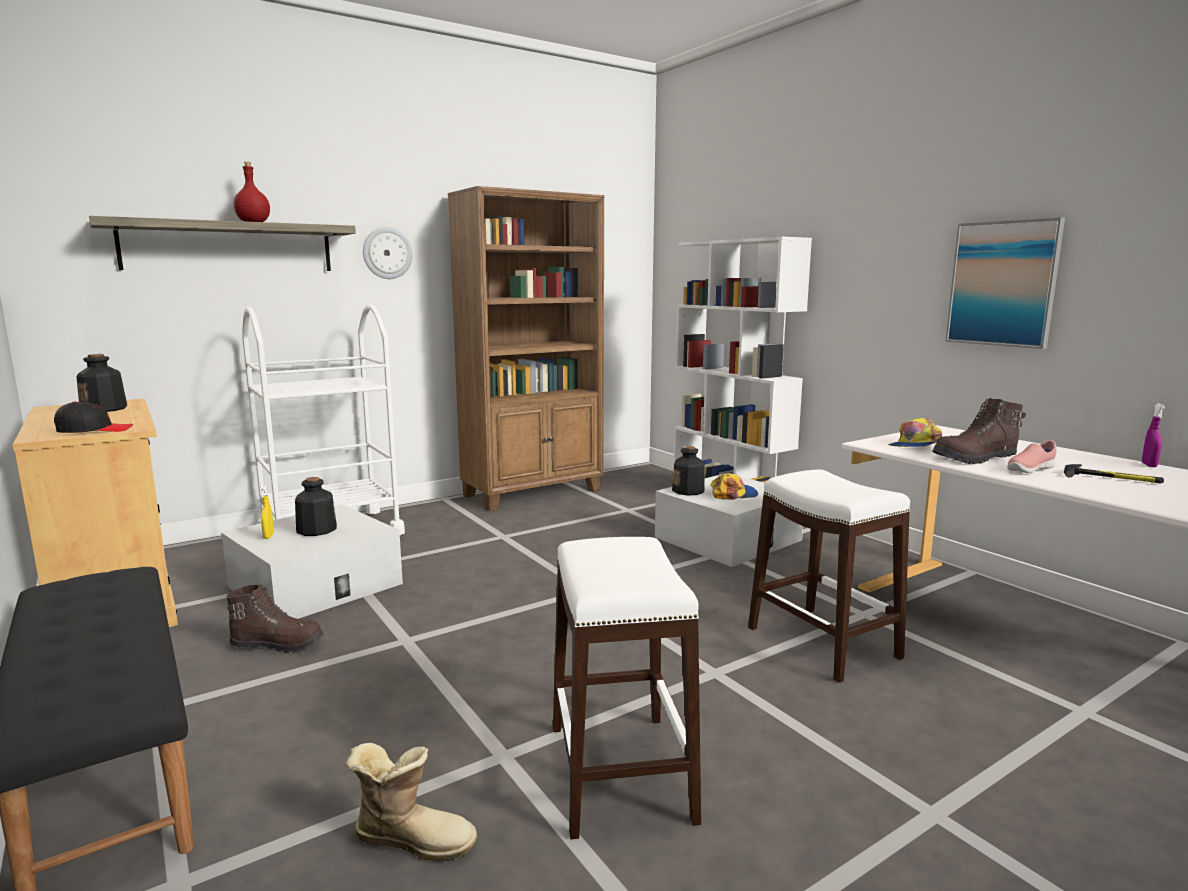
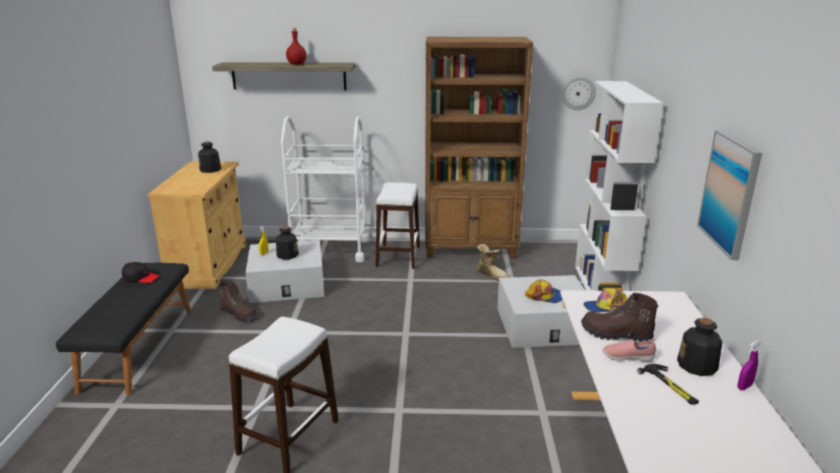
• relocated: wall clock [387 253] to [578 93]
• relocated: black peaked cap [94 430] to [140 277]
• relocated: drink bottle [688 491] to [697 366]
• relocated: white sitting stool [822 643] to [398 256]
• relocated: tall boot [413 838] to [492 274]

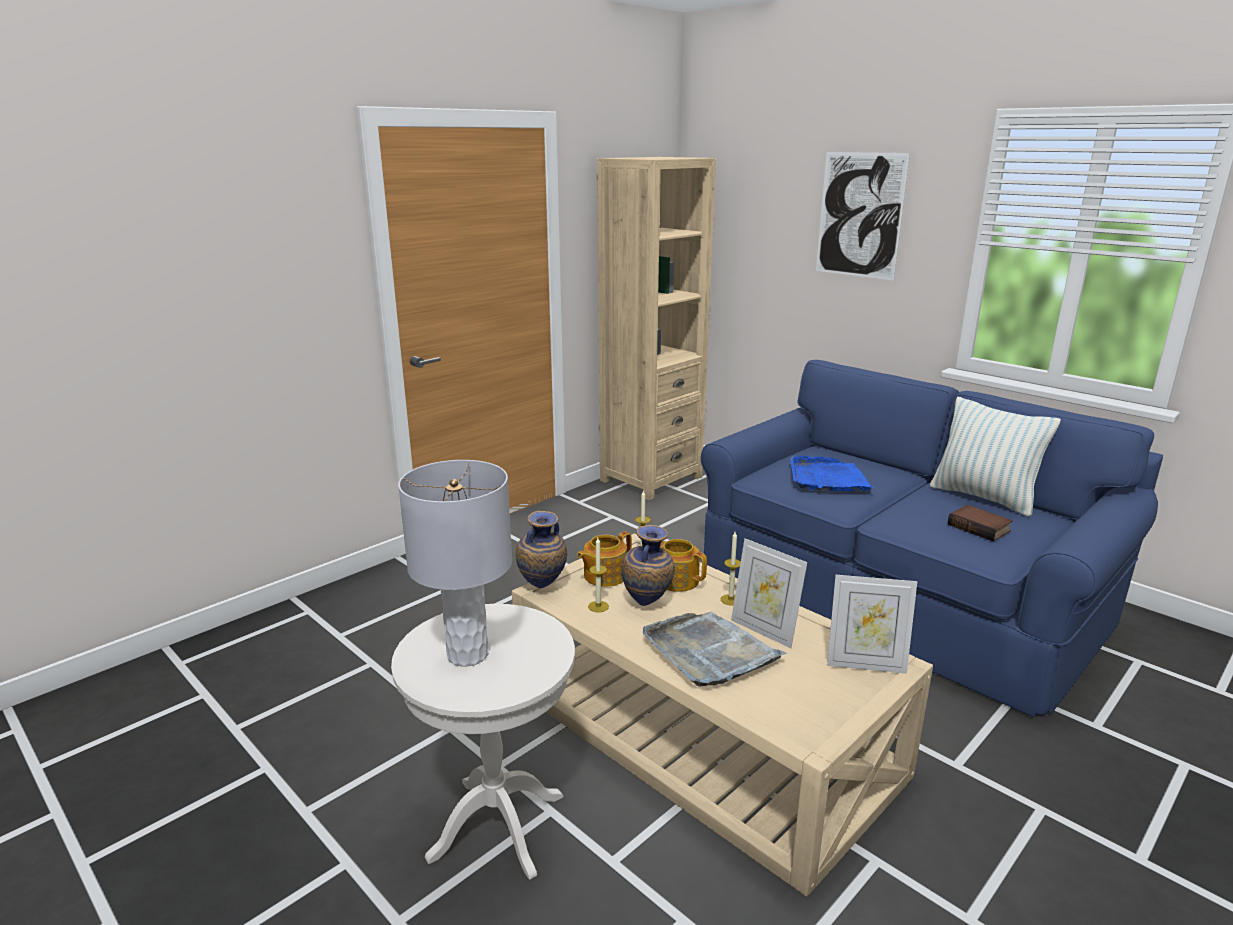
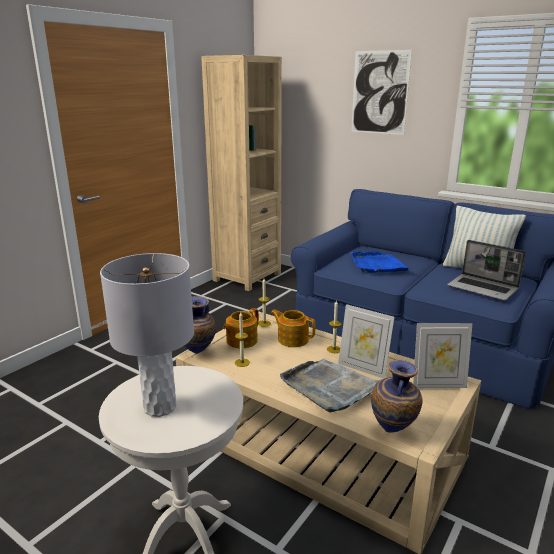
• exchanged: bound book [980 527] to laptop [483 288]
• relocated: flower vase [647 606] to [393 432]

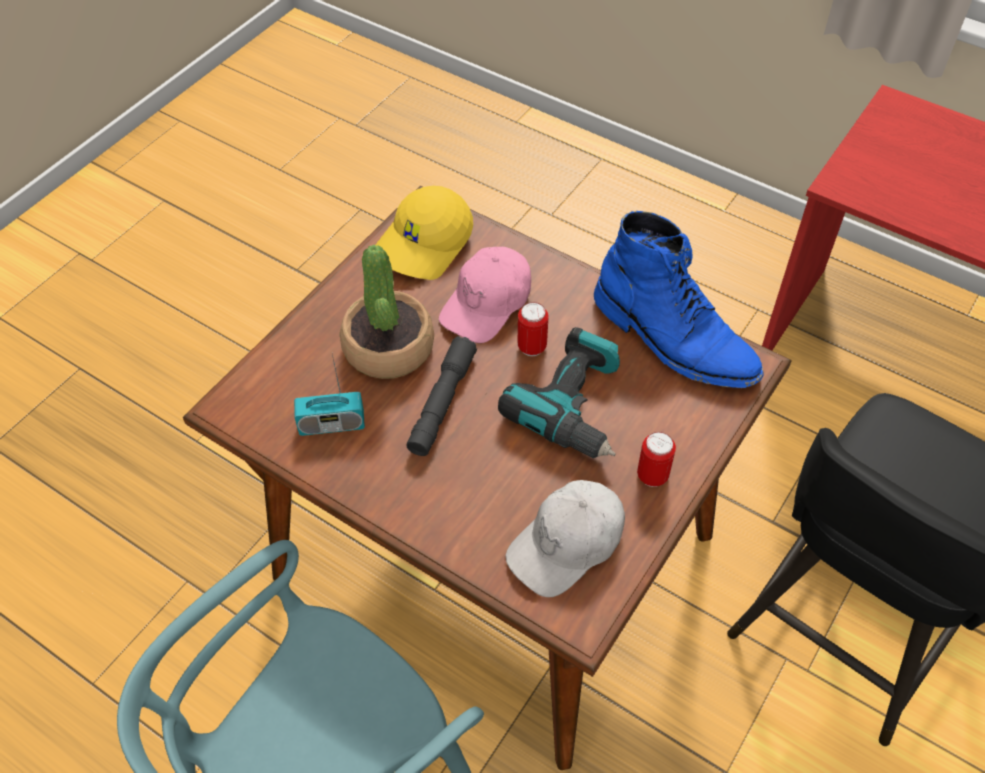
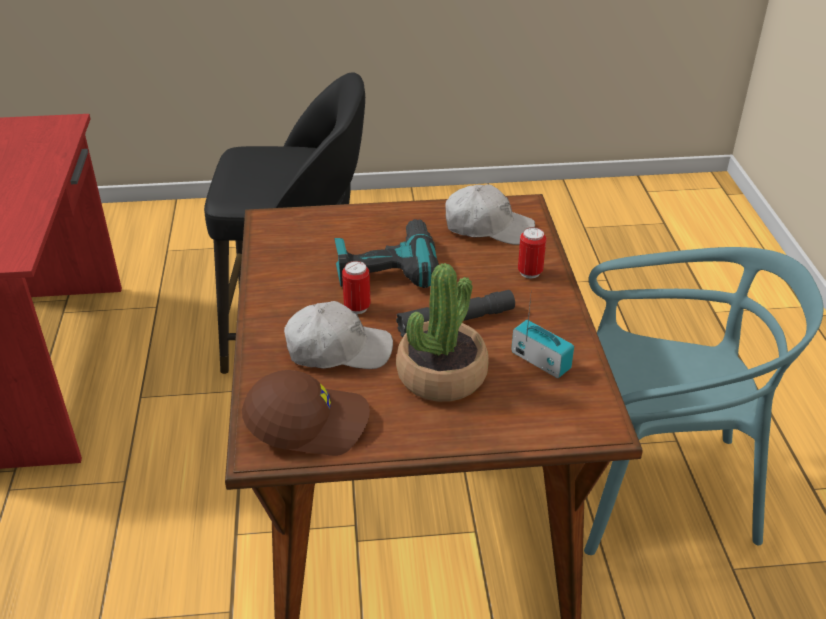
• colour: yellow peaked cap [425 245] to brown-coloured peaked cap [308 422]
• missing: blue-coloured tall boot [674 339]
• colour: pink-coloured peaked cap [487 303] to white peaked cap [338 350]
• relocated: sealed can [652 476] to [530 272]

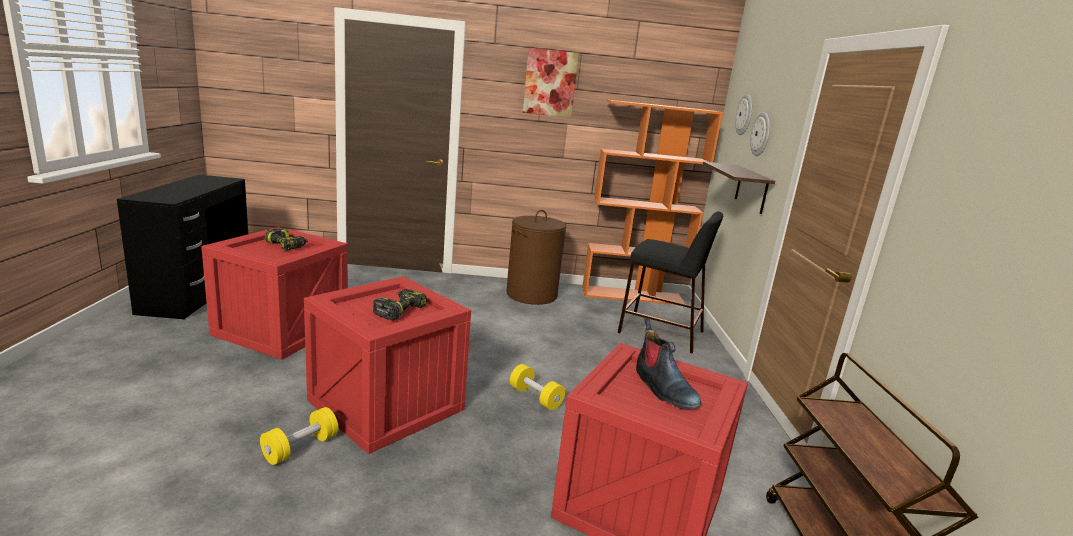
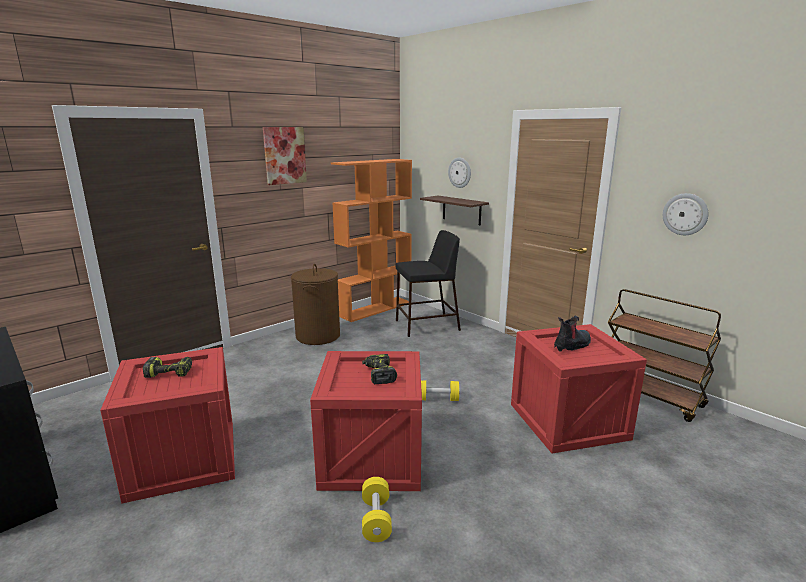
• relocated: wall clock [744 114] to [685 214]
• spun: tall boot [663 389] = [572 345] 60 degrees counterclockwise

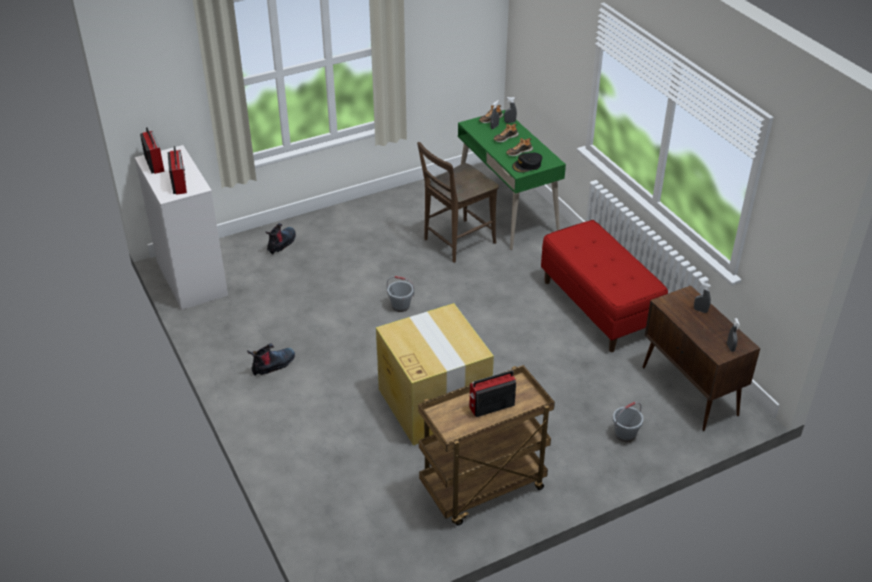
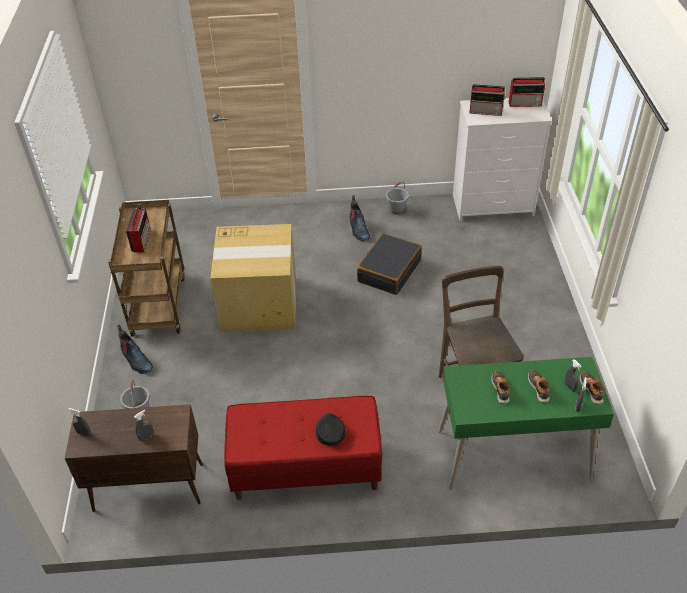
• relocated: black peaked cap [527 165] to [330 431]
• relocated: tall boot [282 244] to [136 360]
• relocated: greyish pail [401 306] to [396 210]
• appeared: black piece of luggage [389 271]

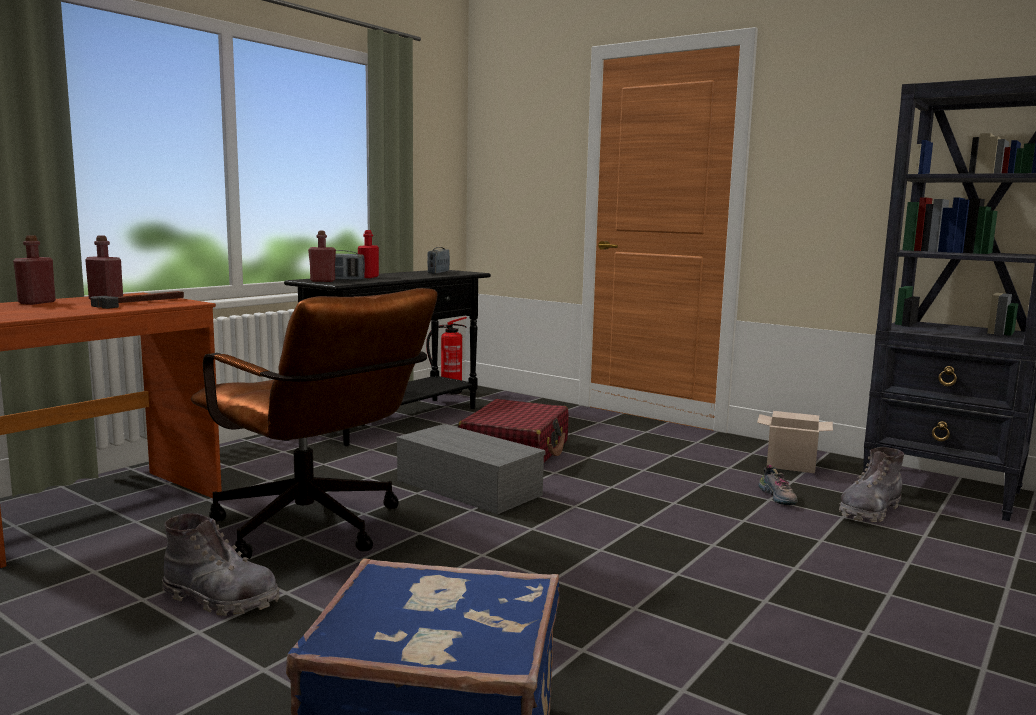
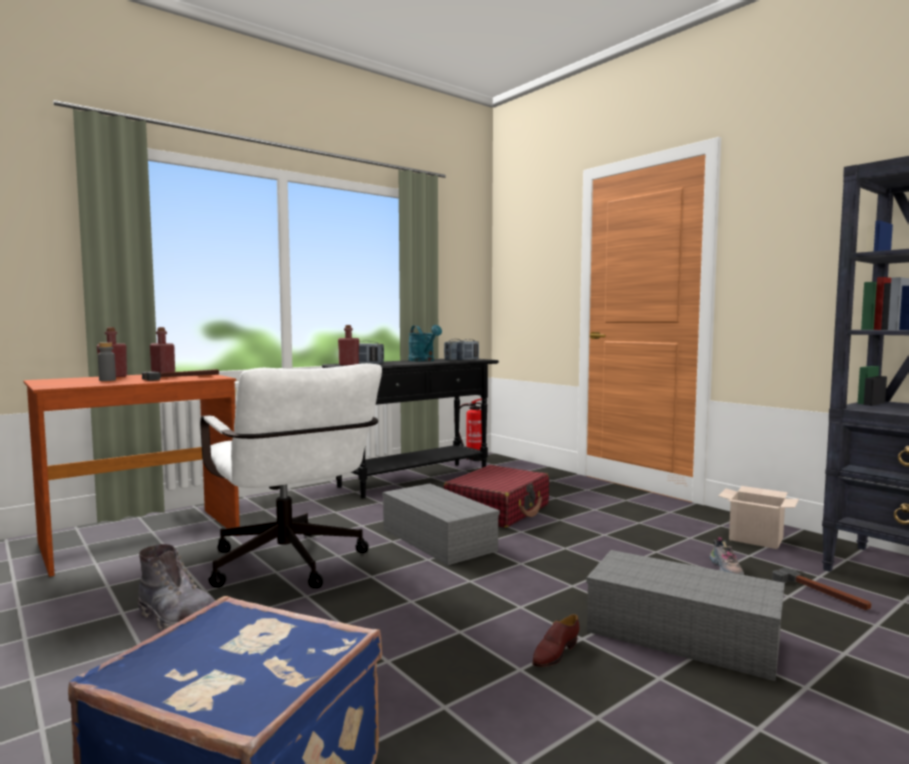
• missing: red drink bottle [368 277]
• colour: brown-coloured office chair [316 531] to white office chair [291 567]
• exchanged: greyish tall boot [869 511] to hammer [822 592]
• appeared: turquoise watering pot [423 361]
• appeared: radio set [468 360]
• appeared: greyish drink bottle [107 380]
• appeared: greyish storage container [685 634]
• appeared: brown-coloured shoe [555 653]

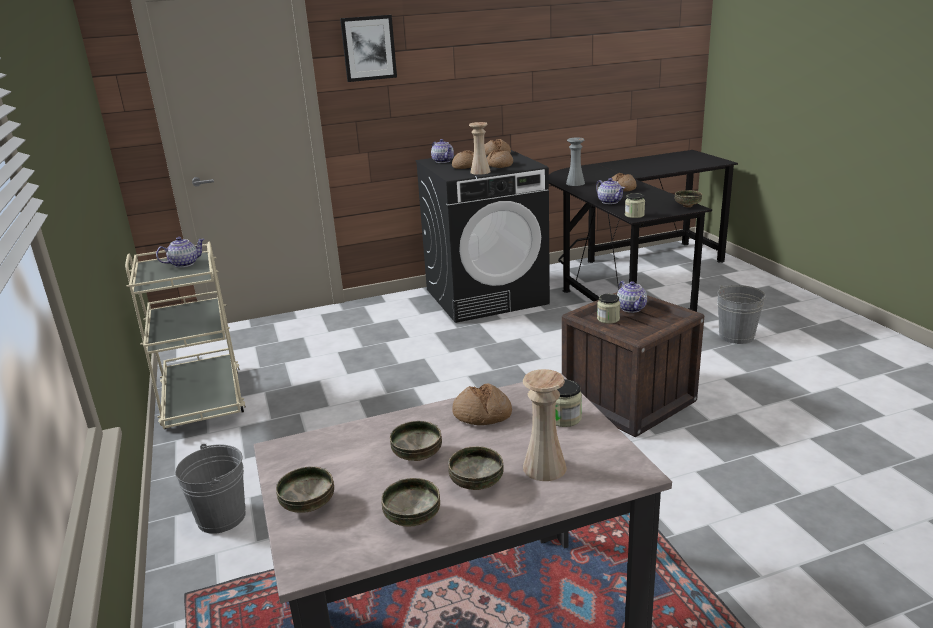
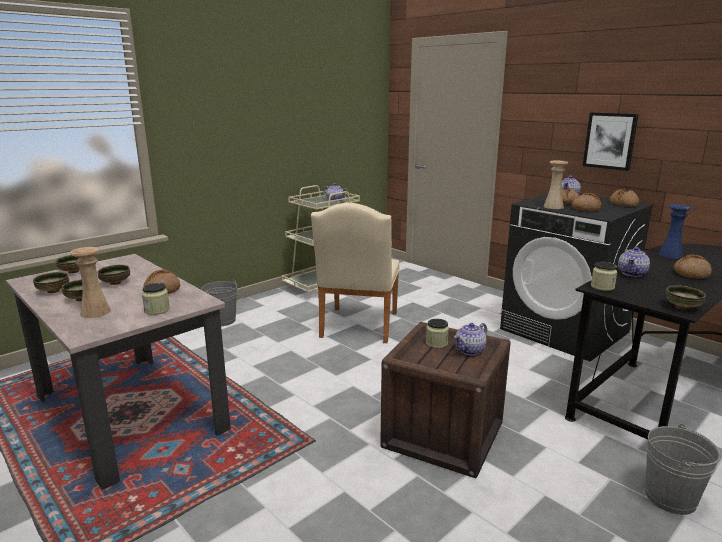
• relocated: picture [368 48] to [610 141]
• colour: greyish flower vase [575 183] to blue-coloured flower vase [670 255]
• appeared: beige upright chair [358 327]

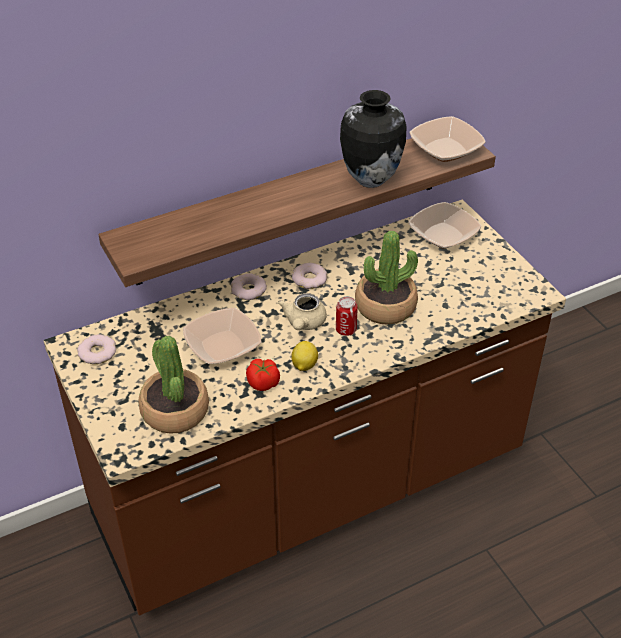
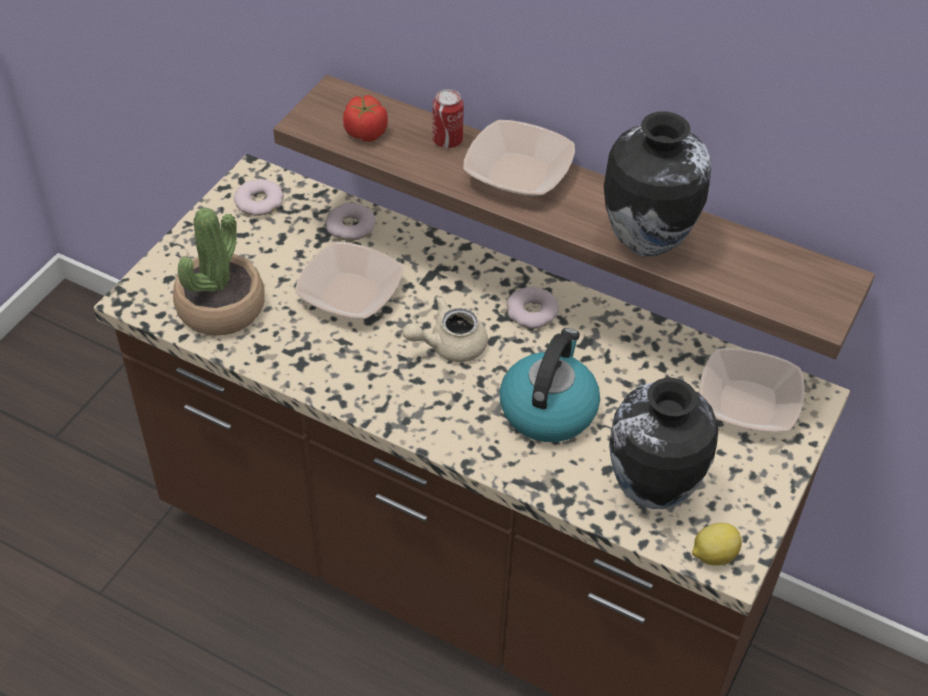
• relocated: deep dish [445 149] to [518 174]
• exchanged: potted plant [385 306] to water kettle [548 408]
• relocated: ring doughnut [248 290] to [350 226]
• relocated: sealed can [346 330] to [447 140]
• relocated: lemon [304 365] to [713 555]
• relocated: whole tomato [263 383] to [366 133]
• appeared: flower vase [650 491]

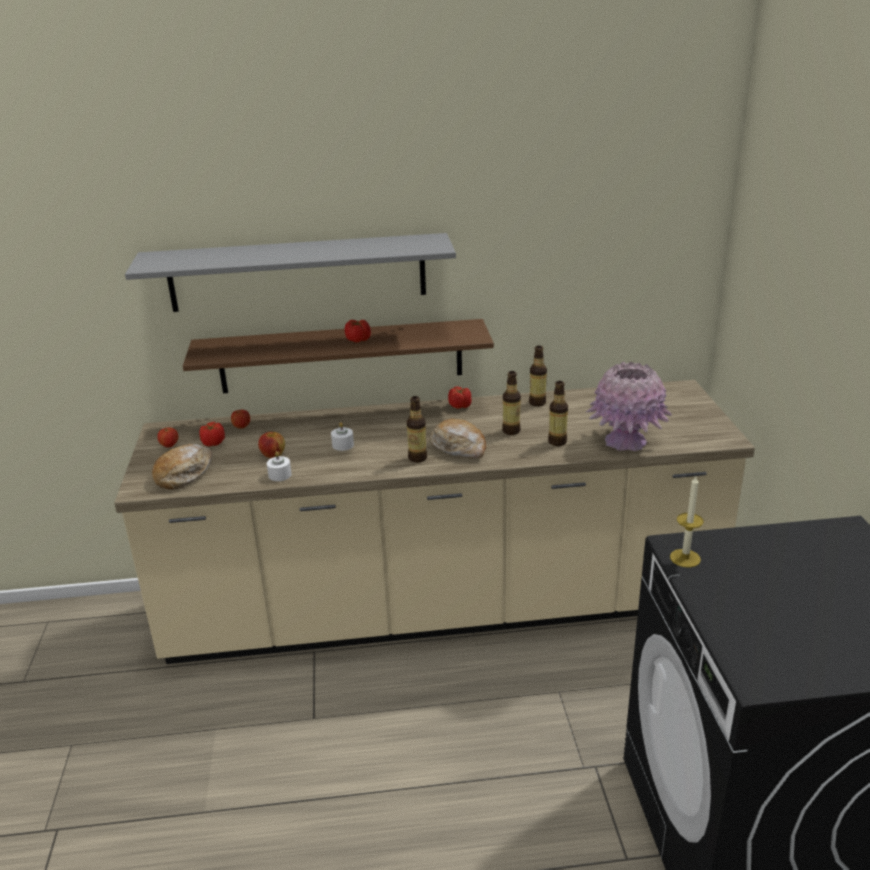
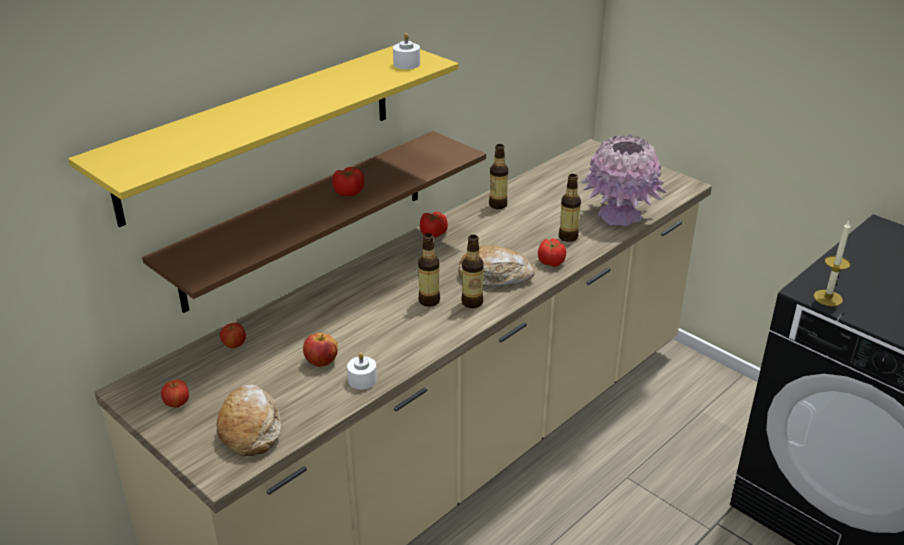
• colour: greyish bracket shelf [298 272] to yellow bracket shelf [260 130]
• relocated: drink bottle [511 431] to [429 301]
• relocated: whole tomato [213 443] to [551 262]
• relocated: white wax light [343 445] to [406 64]

